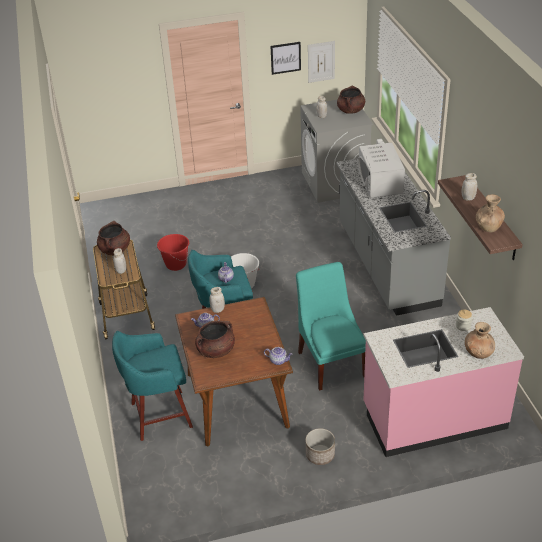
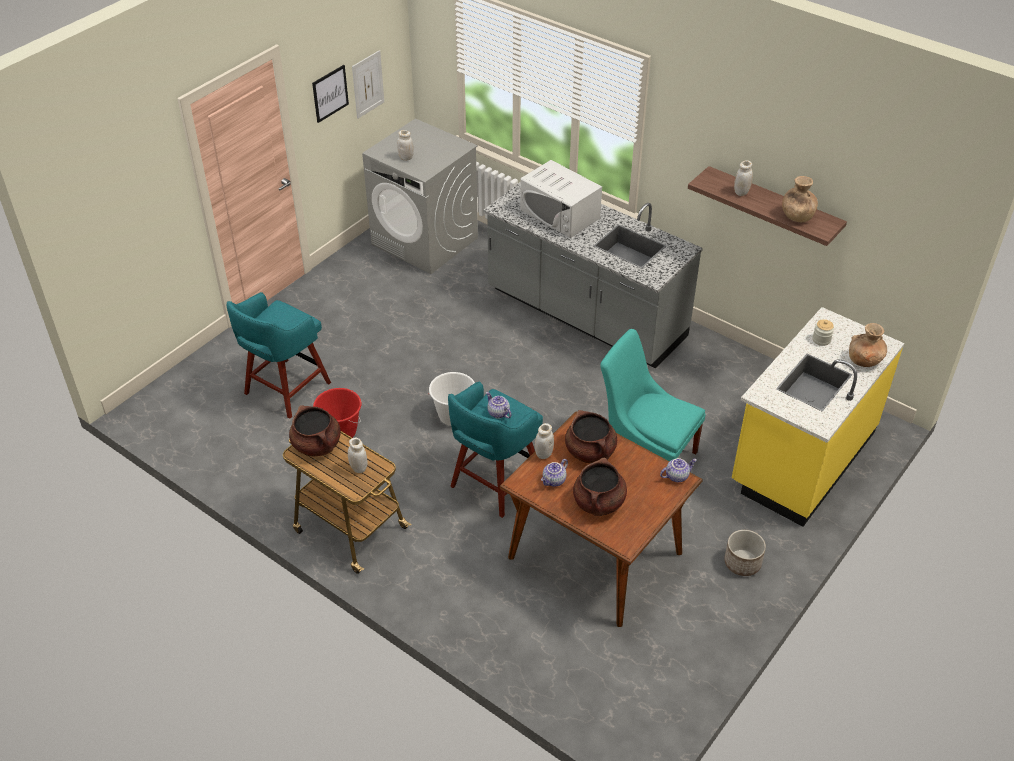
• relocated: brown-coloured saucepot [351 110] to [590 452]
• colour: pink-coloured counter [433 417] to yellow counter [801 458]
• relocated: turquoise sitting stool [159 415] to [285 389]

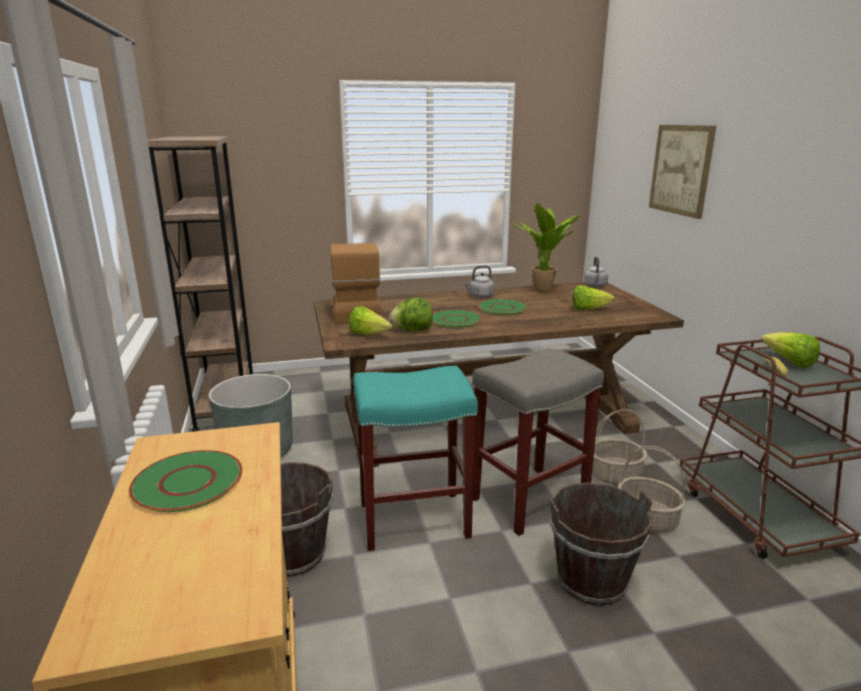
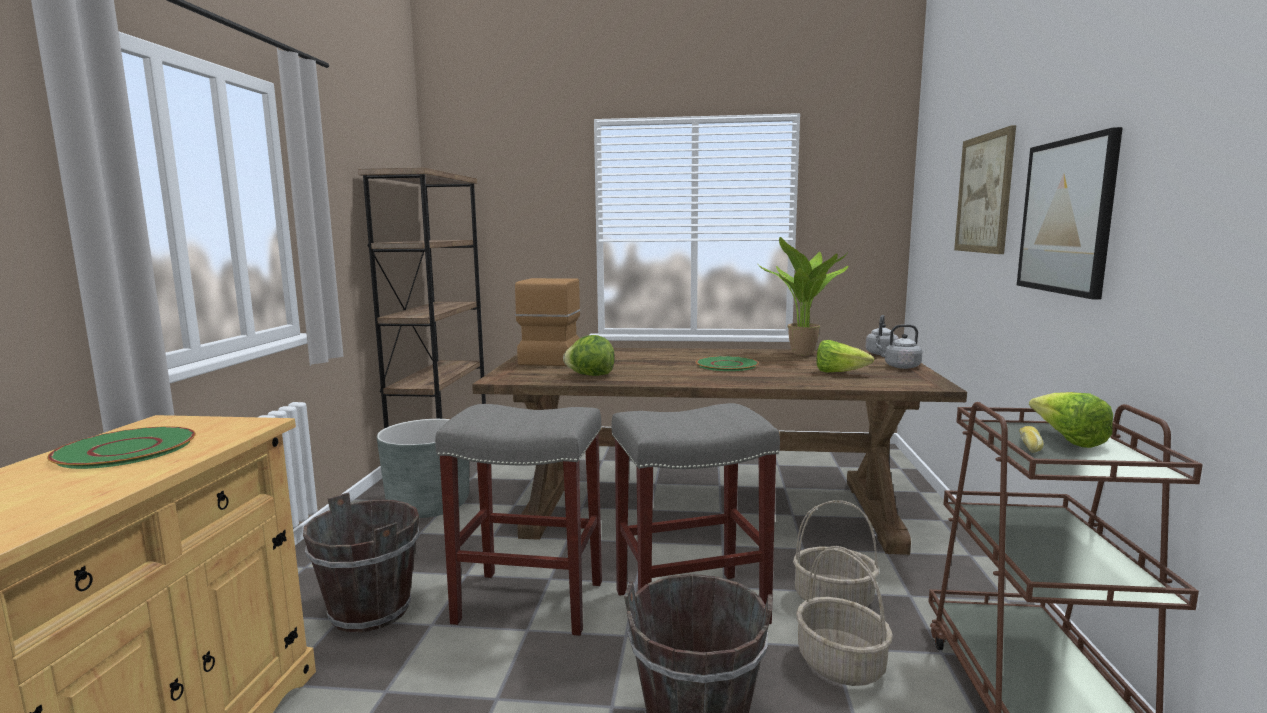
• relocated: greyish water kettle [480 296] to [900 367]
• missing: lettuce [368 335]
• missing: greenish plate [455 320]
• colour: turquoise sitting stool [412 520] to greyish sitting stool [527 602]
• appeared: picture [1066 216]

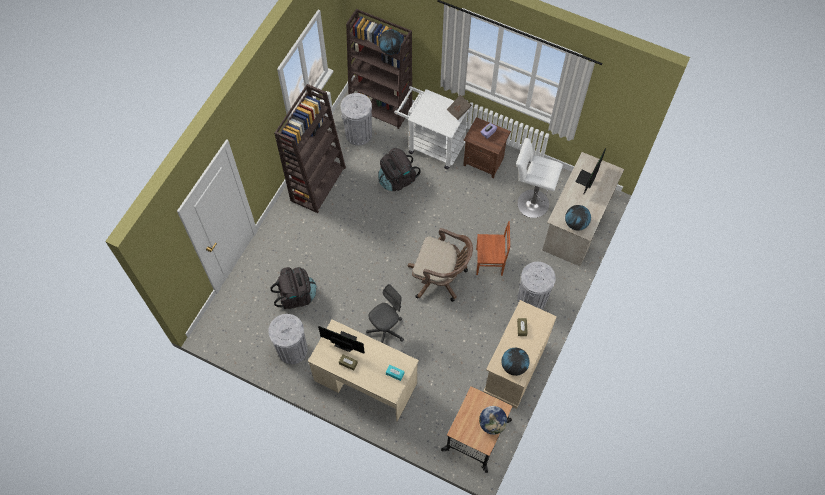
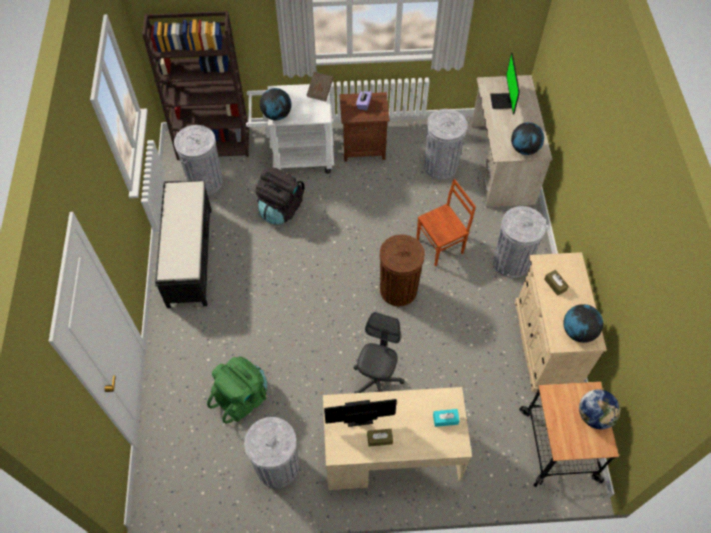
• relocated: world globe [391 49] to [277 115]
• exchanged: brown-coloured bookcase [318 183] to black long seat [190 256]
• exchanged: white sitting stool [530 203] to greyish rubbish bin [440 166]
• exchanged: brown-coloured office chair [440 278] to brown-coloured rubbish bin [398 290]
• colour: black knapsack [296 296] to greenish knapsack [242 398]

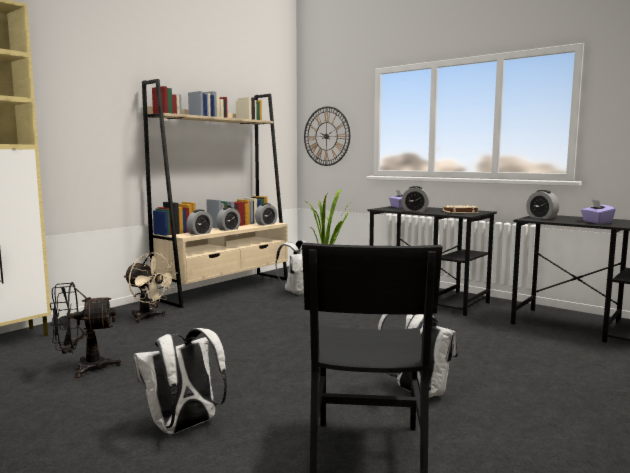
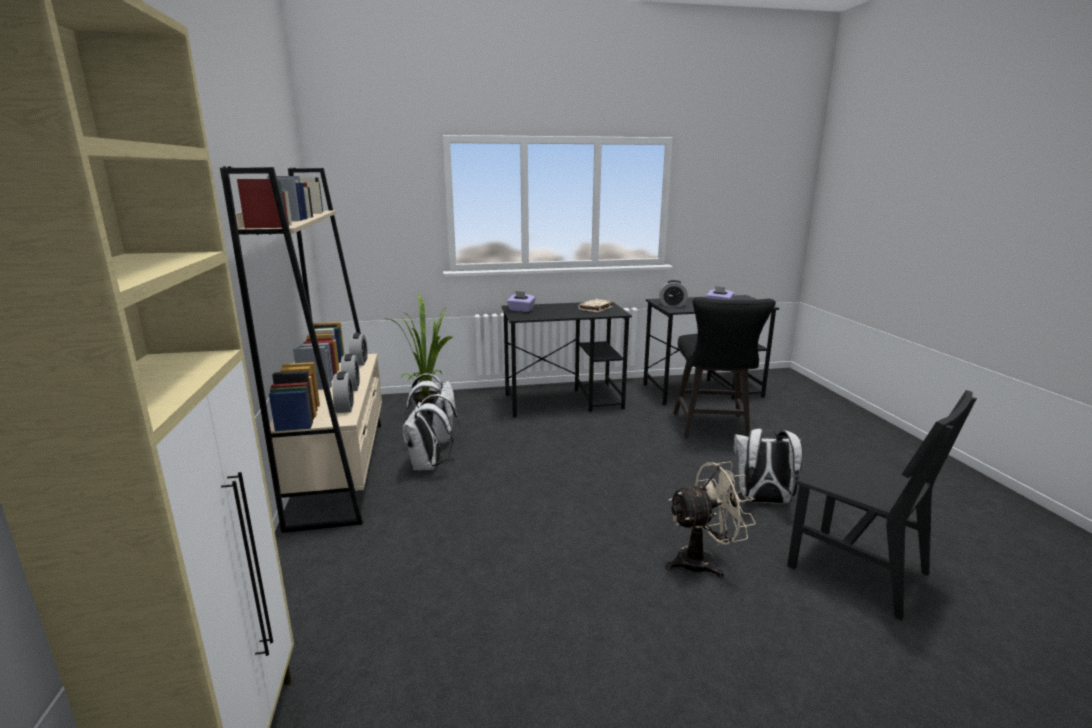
• missing: wall clock [326 136]
• missing: alarm clock [415 211]
• relocated: beige electric fan [149 318] to [703 561]
• missing: black electric fan [84 368]
• relocated: white knapsack [184 427] to [429 465]
• appeared: black sitting stool [712 429]

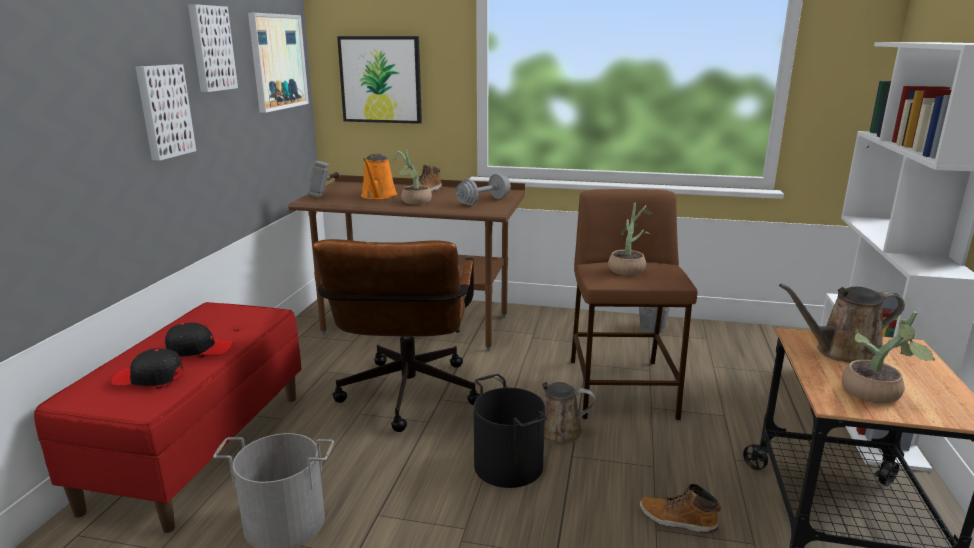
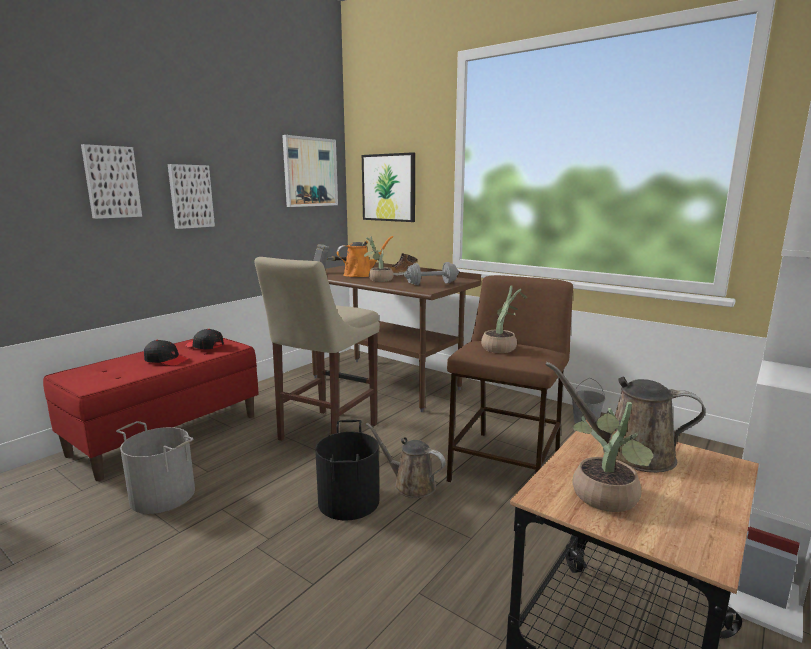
• relocated: picture [210 48] to [111 182]
• spun: orange-coloured watering pot [378 196] = [360 274] 150 degrees counterclockwise
• exchanged: brown-coloured office chair [407 399] to beige sitting stool [324 433]
• relocated: black peaked cap [149 378] to [205 346]
• missing: tall boot [677 520]

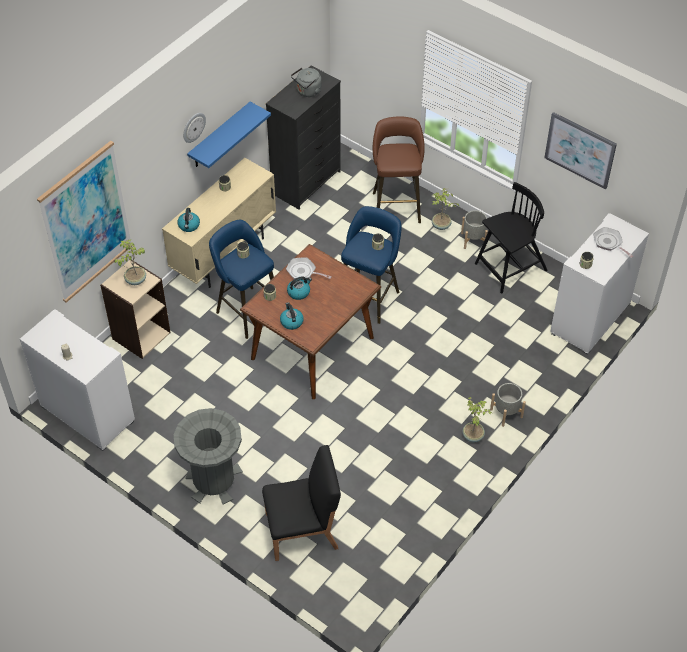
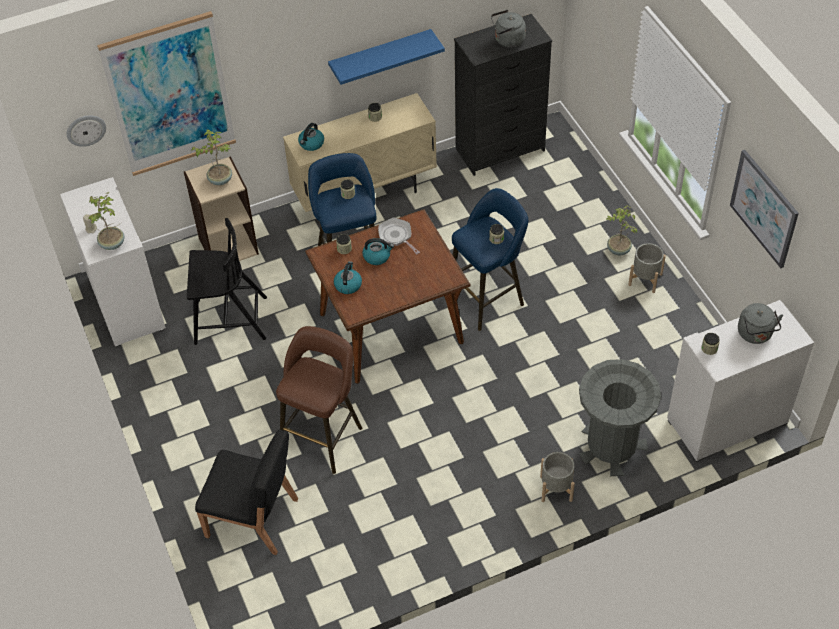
• relocated: wall clock [193 127] to [86 130]
• relocated: brown-coloured sitting stool [396 205] to [323 435]
• relocated: black upright chair [509 268] to [229 320]
• exchanged: skillet [609 243] to greyish water kettle [755 334]
• relocated: potted plant [473 436] to [113 243]
• relocated: greyish rubbish bin [213 480] to [611 446]

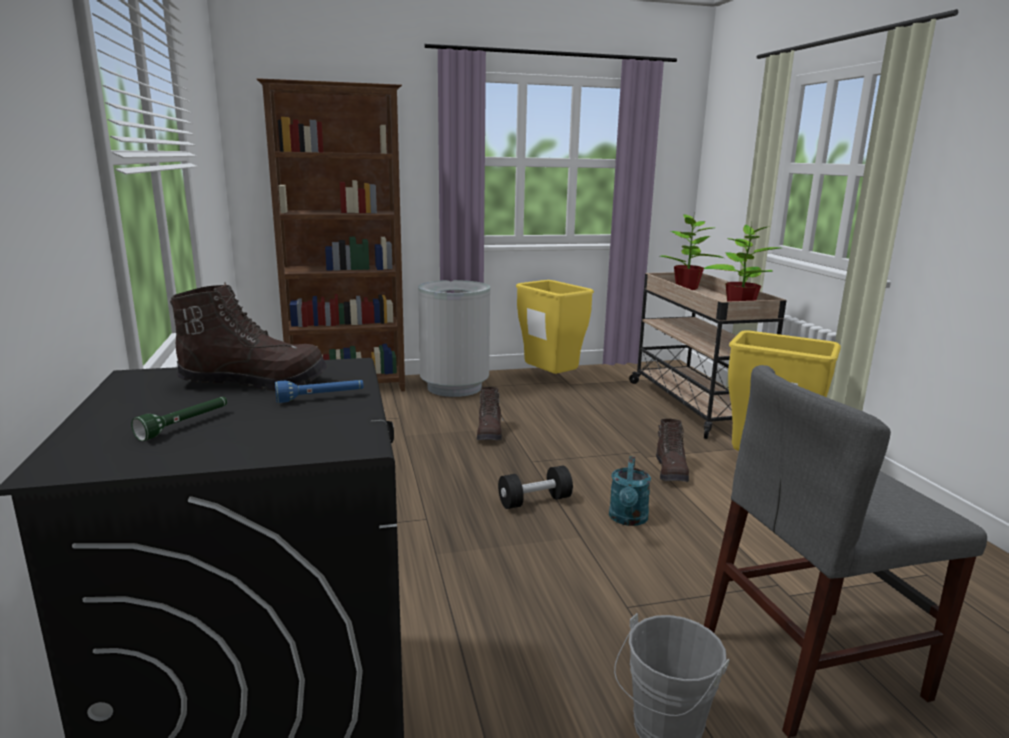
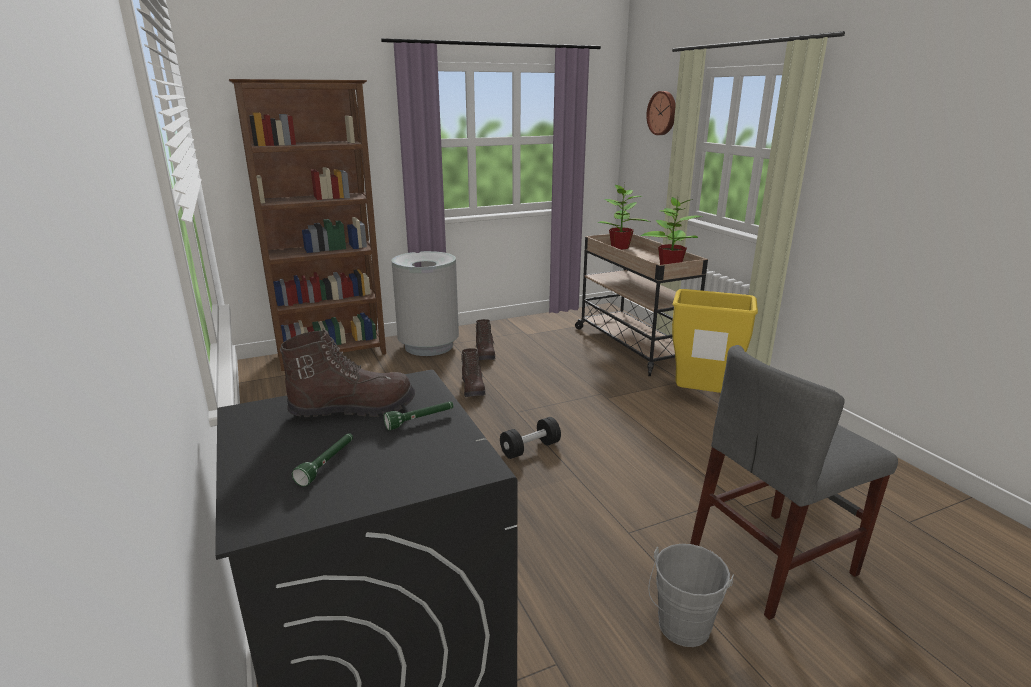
• missing: yellow rubbish bin [549 380]
• colour: blue-coloured flashlight [320 398] to greenish flashlight [420 420]
• relocated: brown-coloured tall boot [671 471] to [485 354]
• missing: turquoise watering pot [628 519]
• appeared: wall clock [663 113]

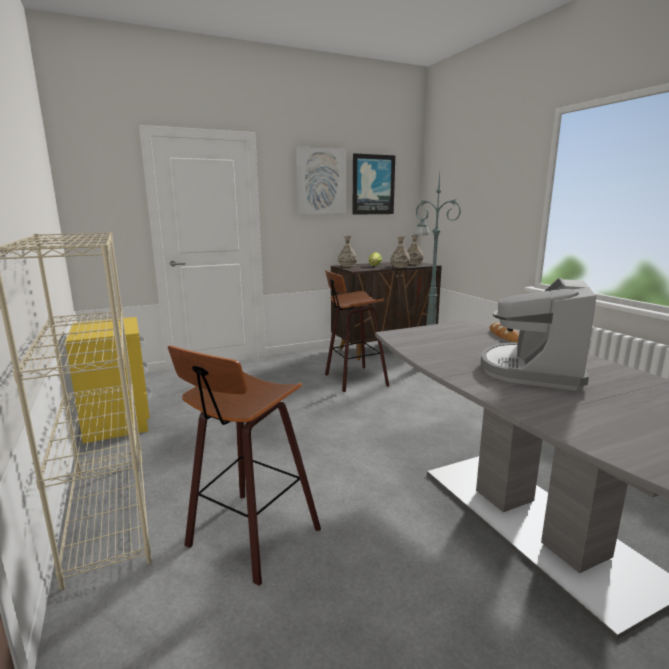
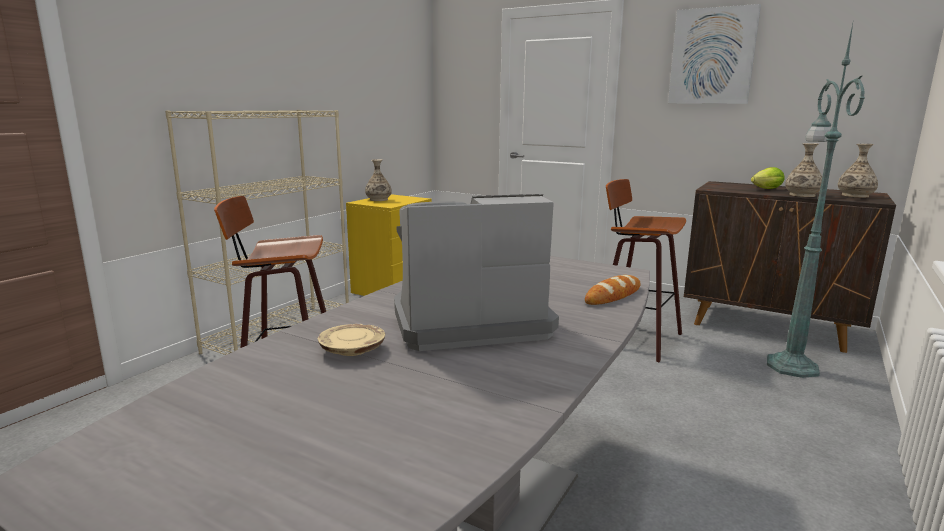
• missing: picture [373 185]
• relocated: flower vase [347 265] to [378 199]
• appeared: beige plate [352 350]

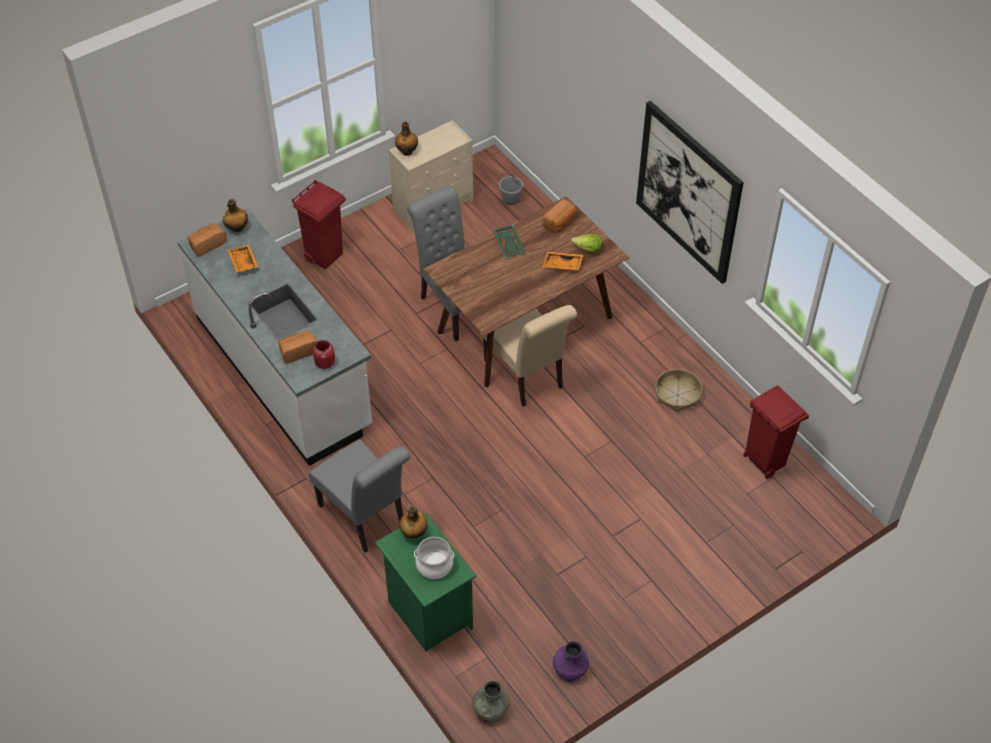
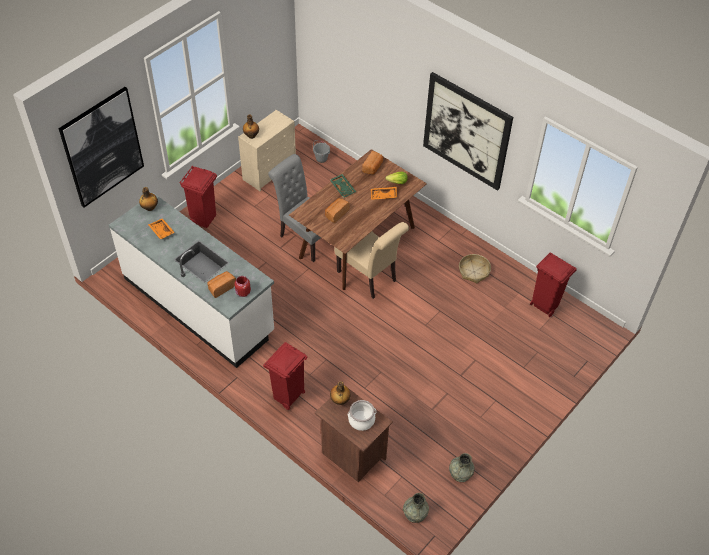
• relocated: baked bread [207 245] to [336 214]
• exchanged: greyish upright chair [366 518] to red rubbish bin [288 397]
• colour: greenish nightstand [427 613] to brown-coloured nightstand [351 454]
• colour: purple-coloured flower vase [570 668] to greyish flower vase [460 473]
• appeared: picture [102 147]

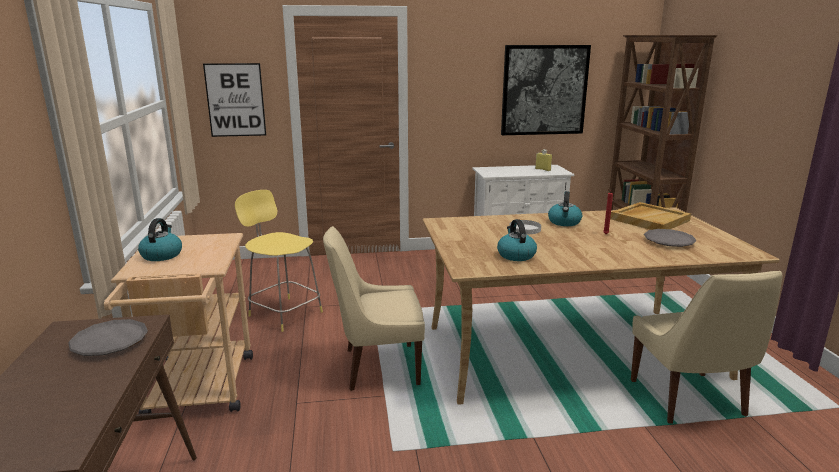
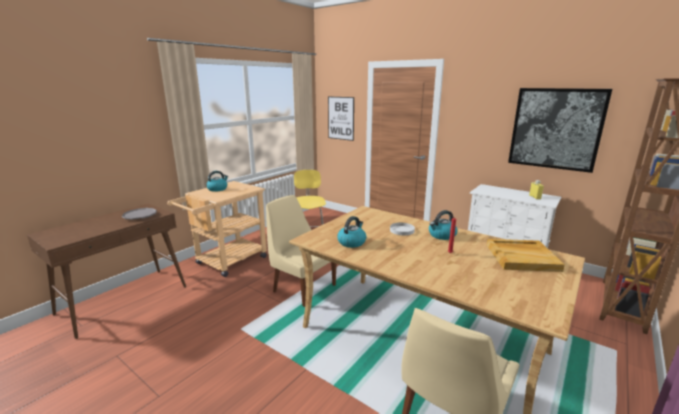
• missing: greyish plate [669 241]

